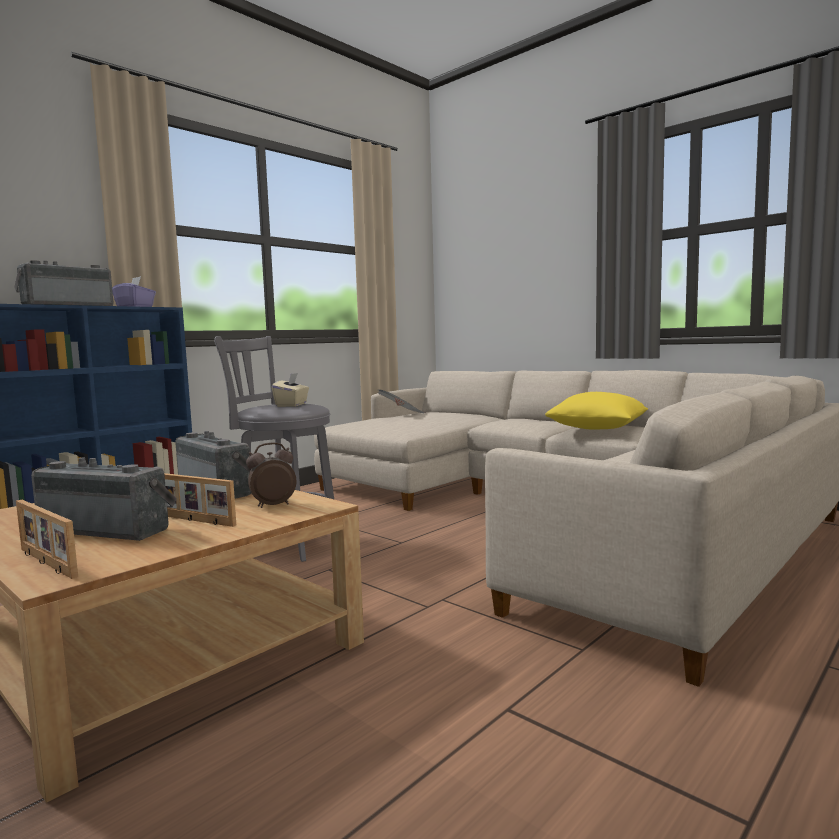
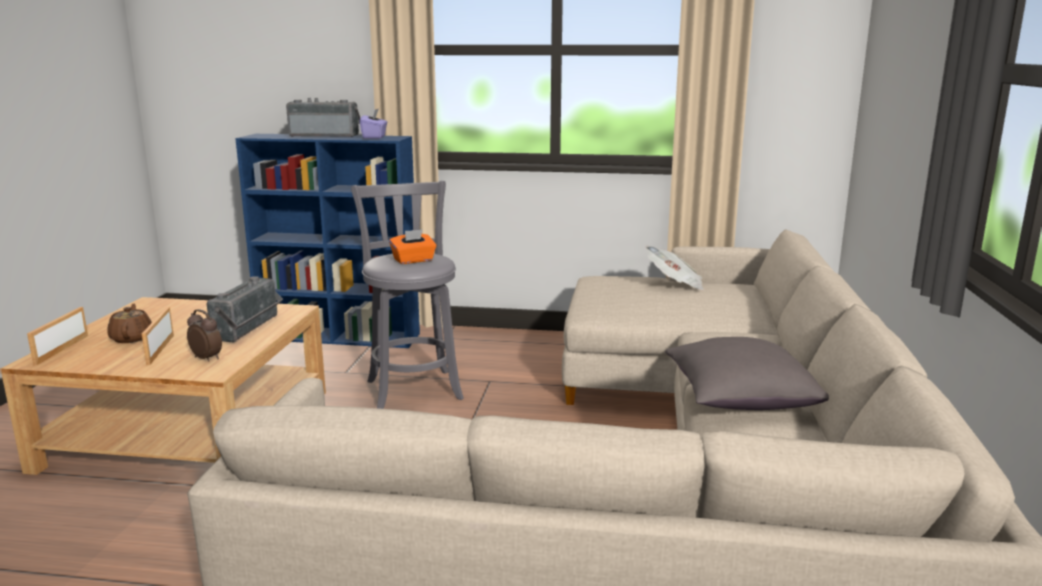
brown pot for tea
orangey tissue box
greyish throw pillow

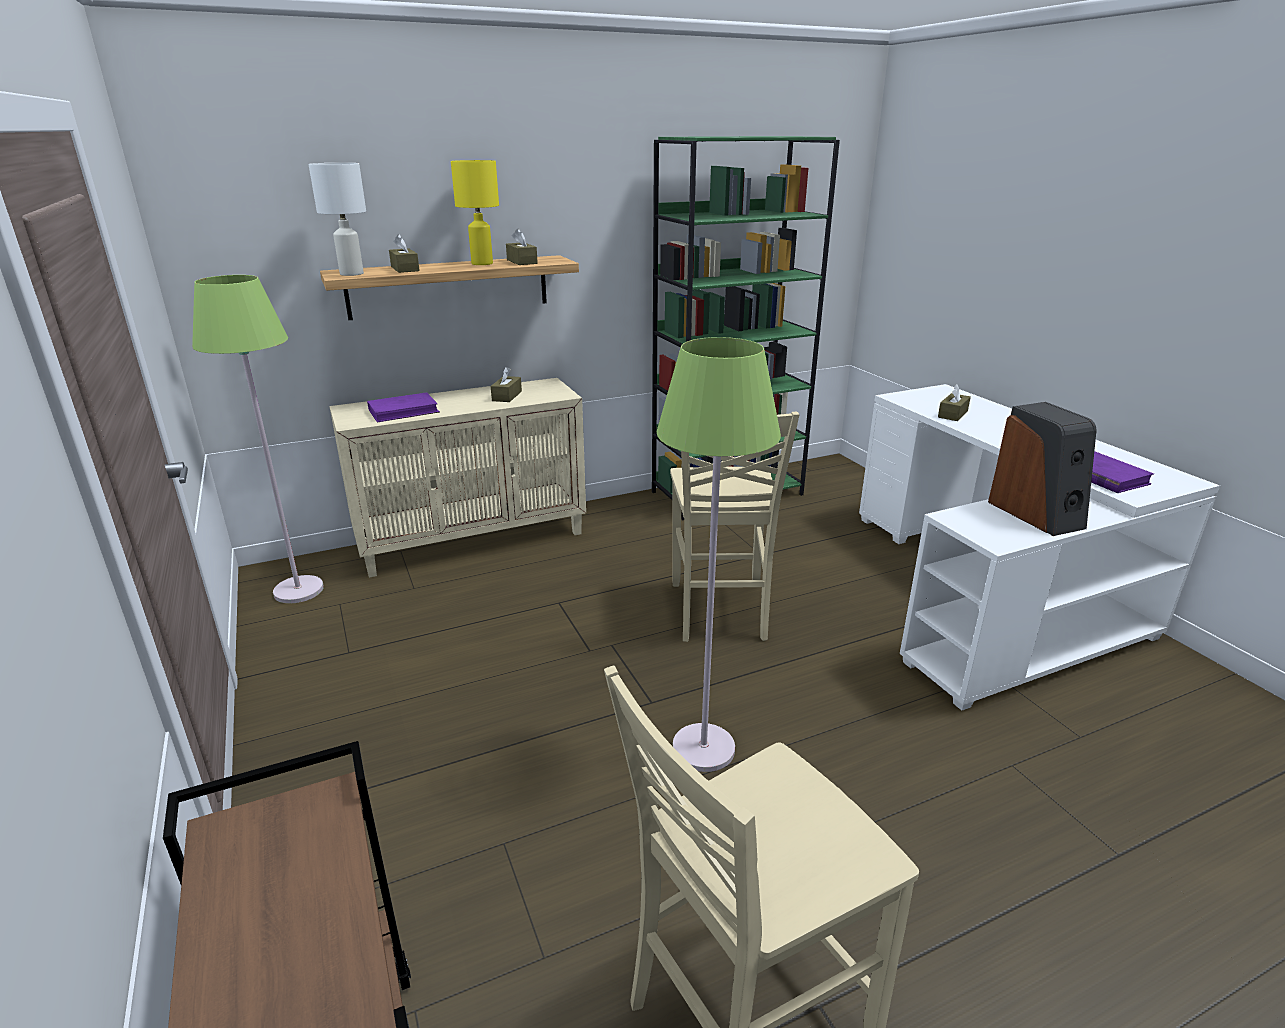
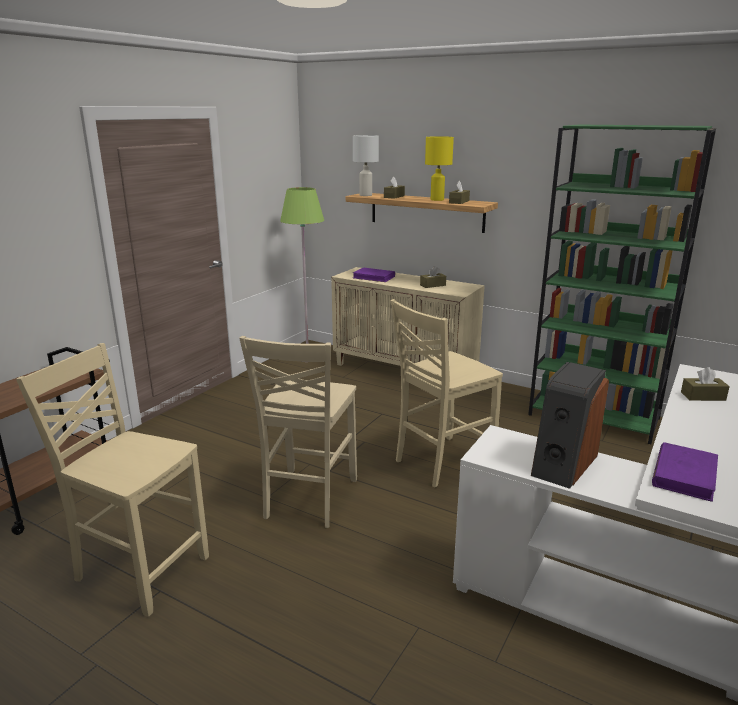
beige-coloured upright chair (2nd from left)

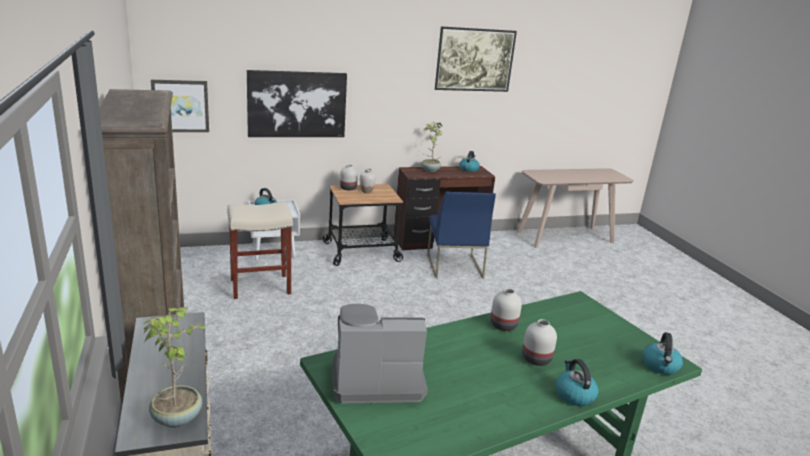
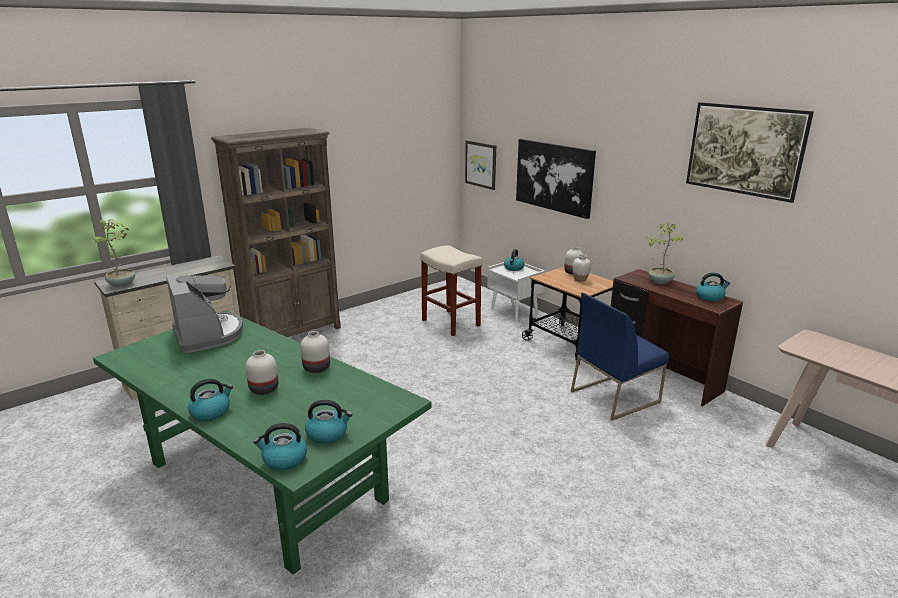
tea kettle (3rd from left)

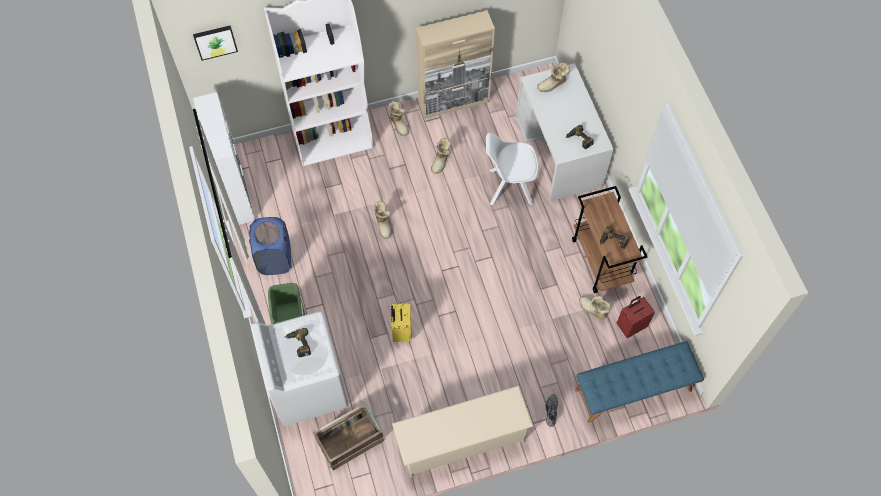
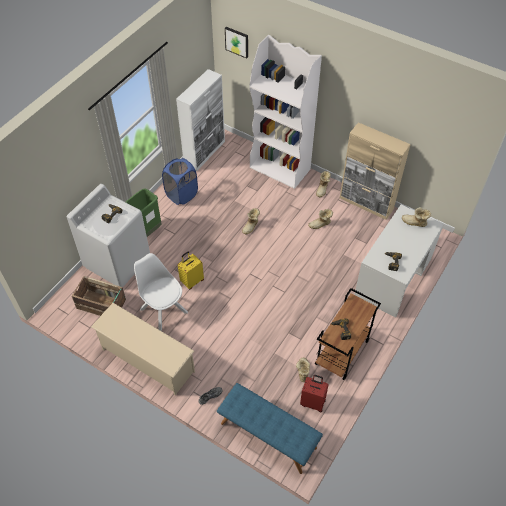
white-coloured upright chair

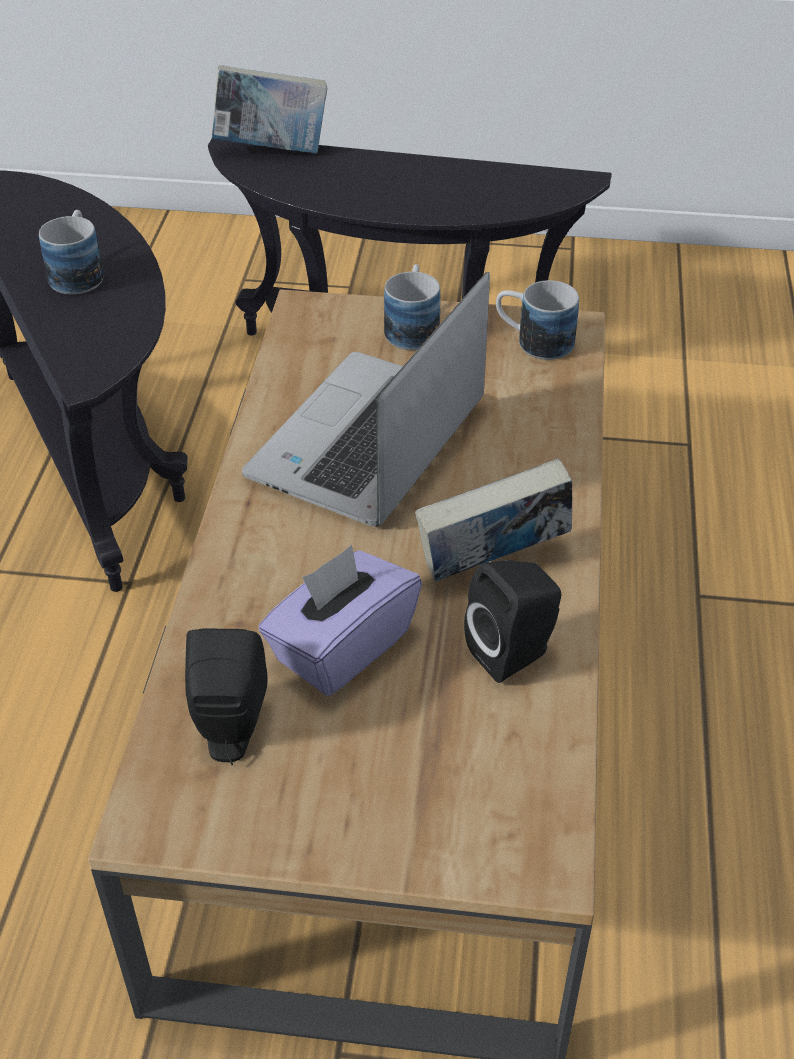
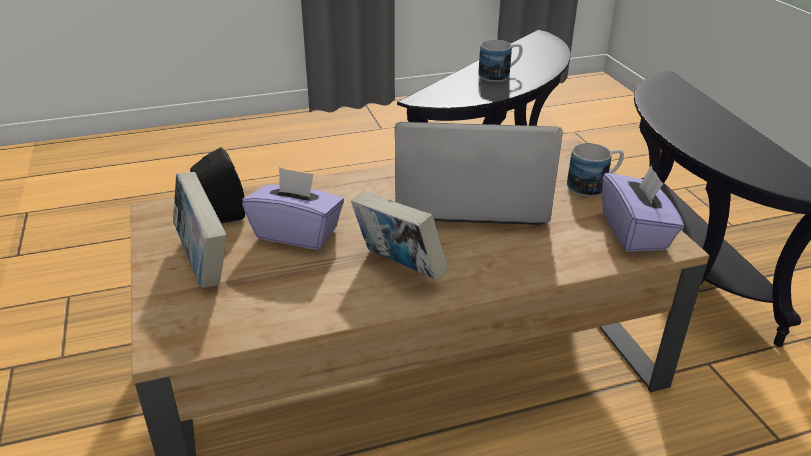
bound book (1st from left)
blackish loudspeaker (2nd from left in the first image)
purple tissue box (2nd from left)

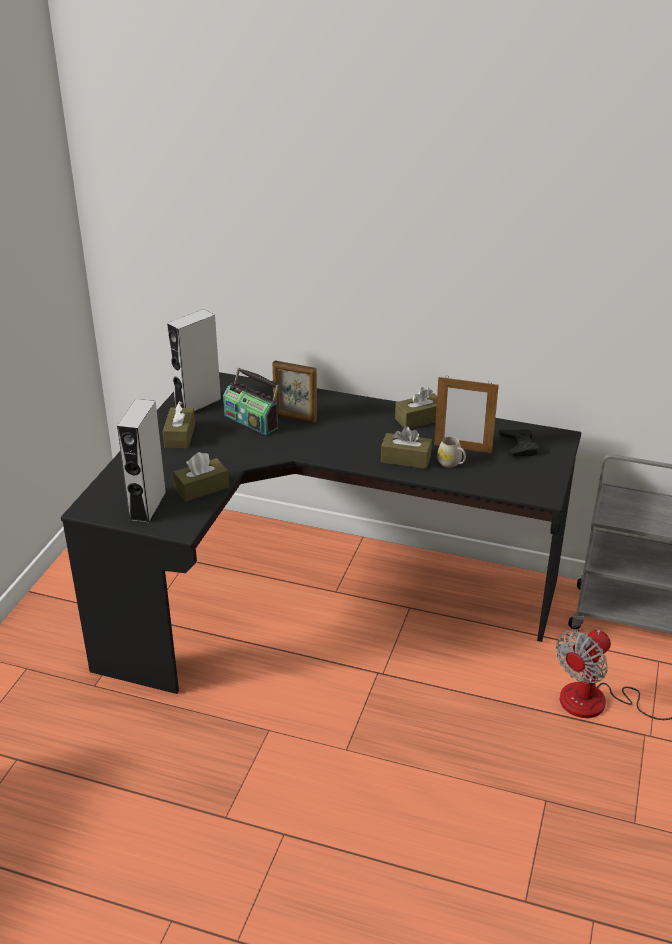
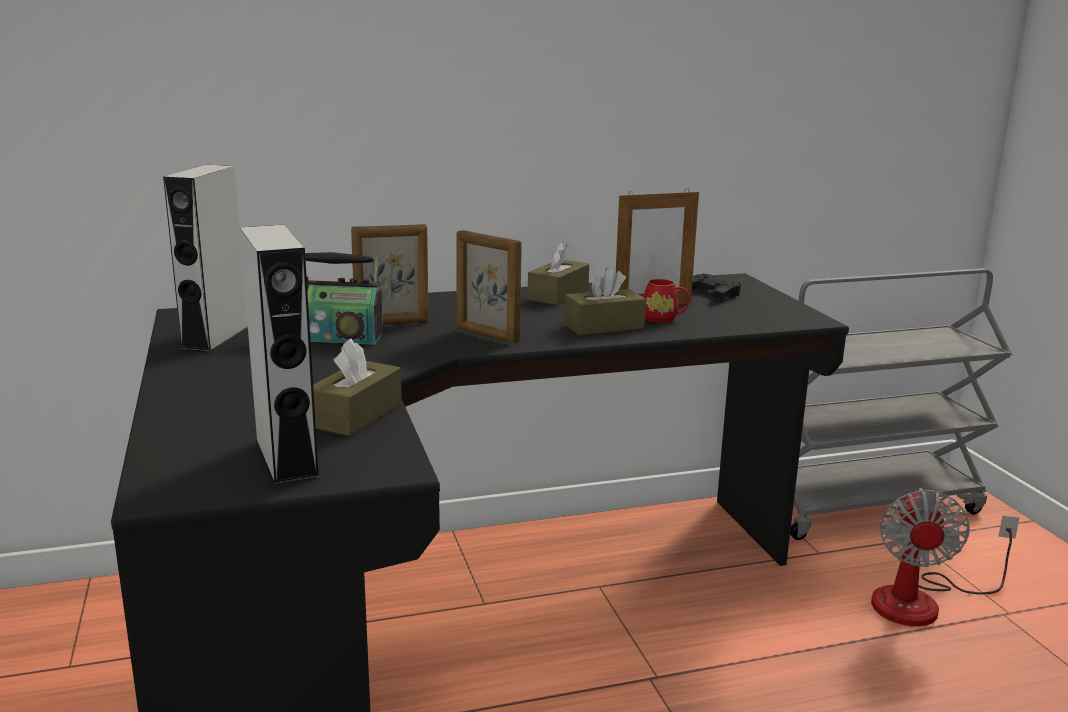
brown tissue box (1st from left in the first image)
red mug
picture frame (2nd from left)

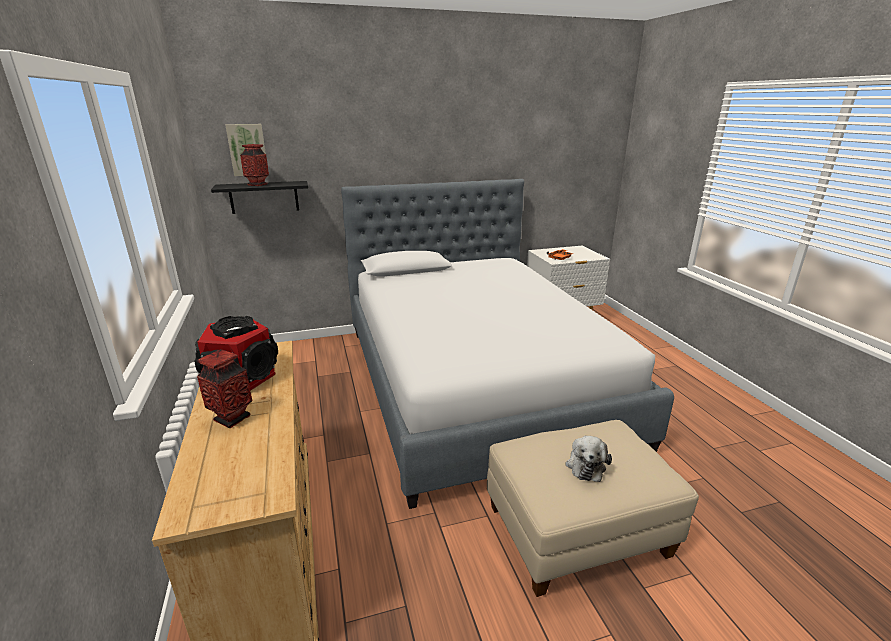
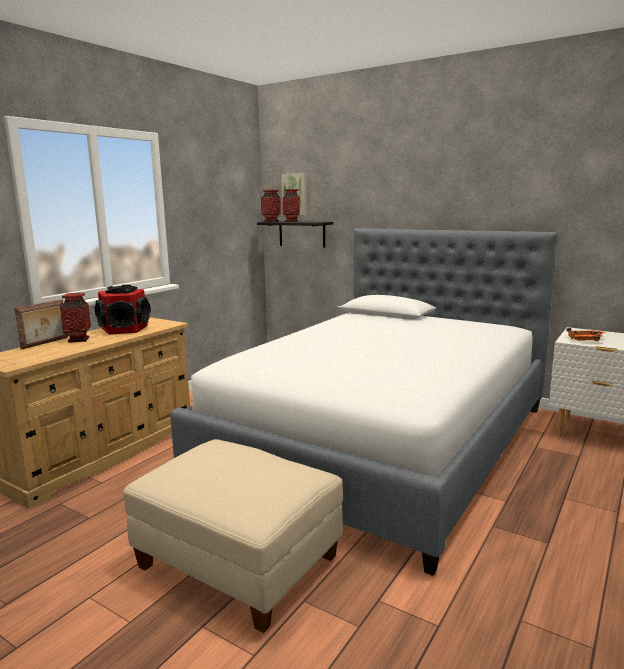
soft toy
picture frame
flower vase (2nd from left)

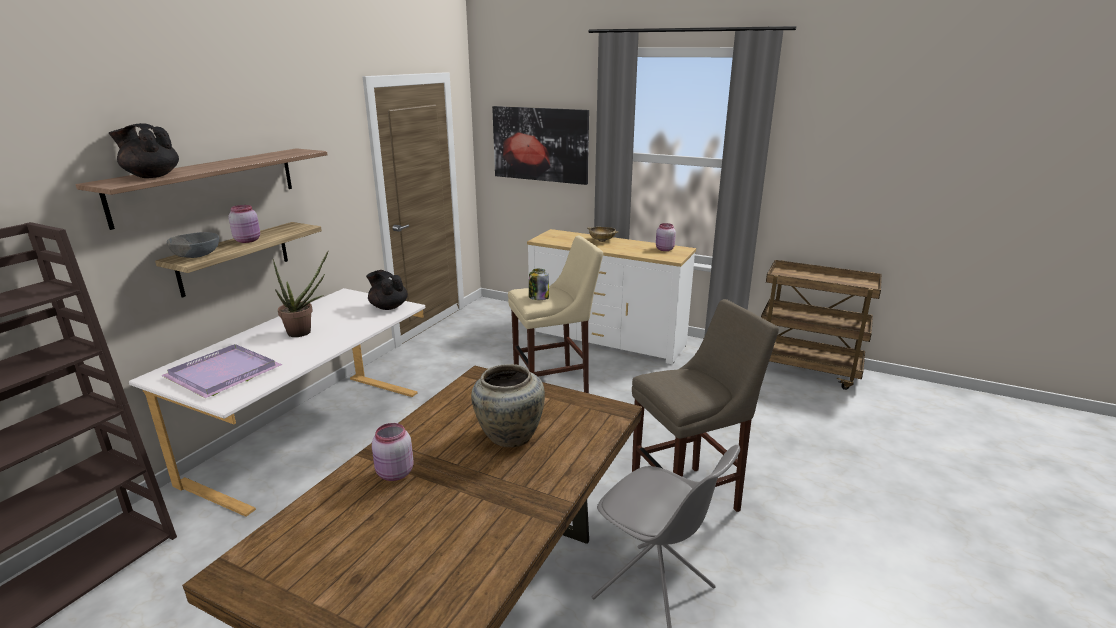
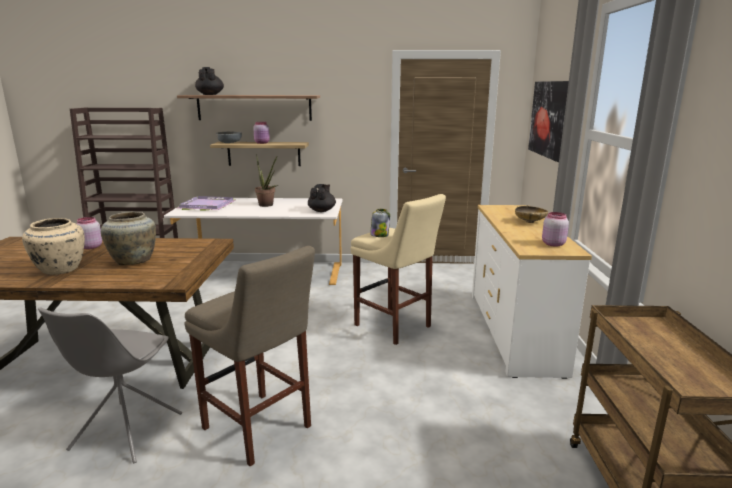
beige-coloured flower vase (1st from left)

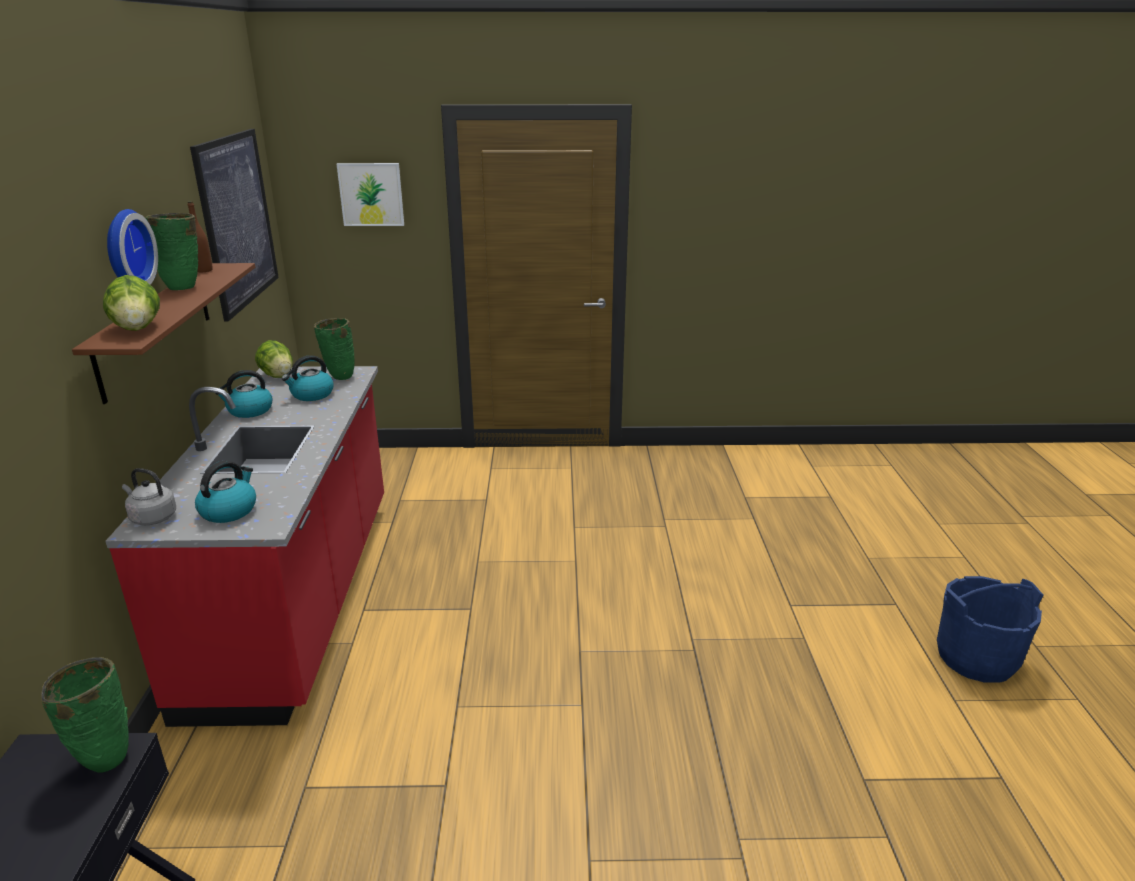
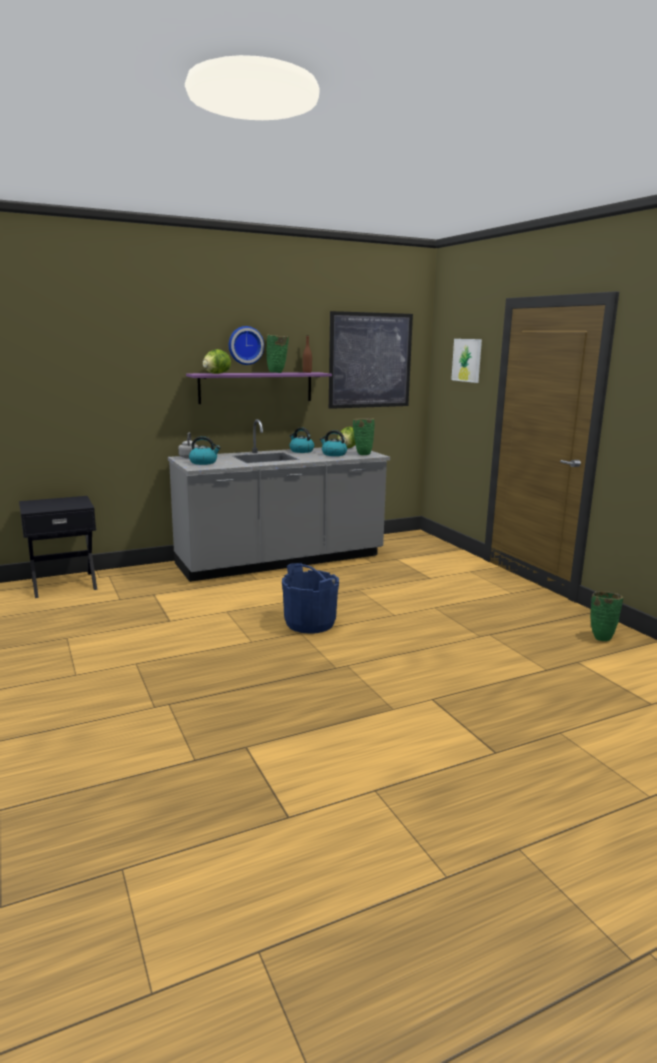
green flower vase (3rd from left)
purple wall shelf
greyish counter
blue-coloured pail

